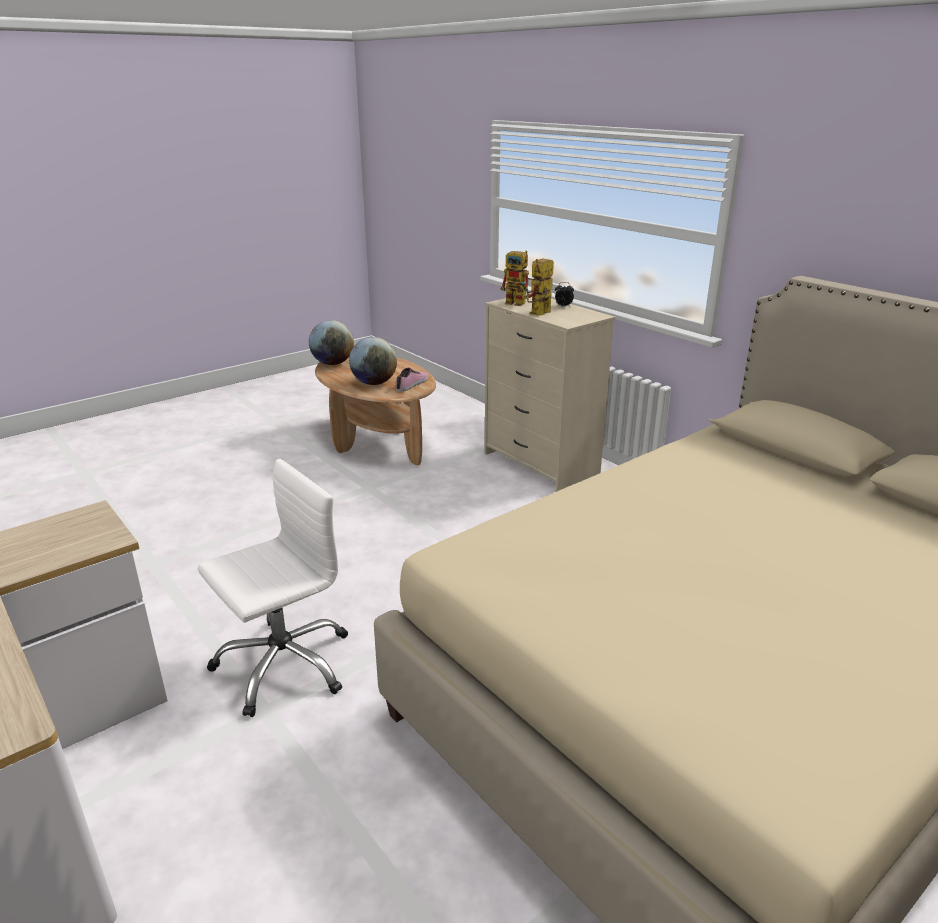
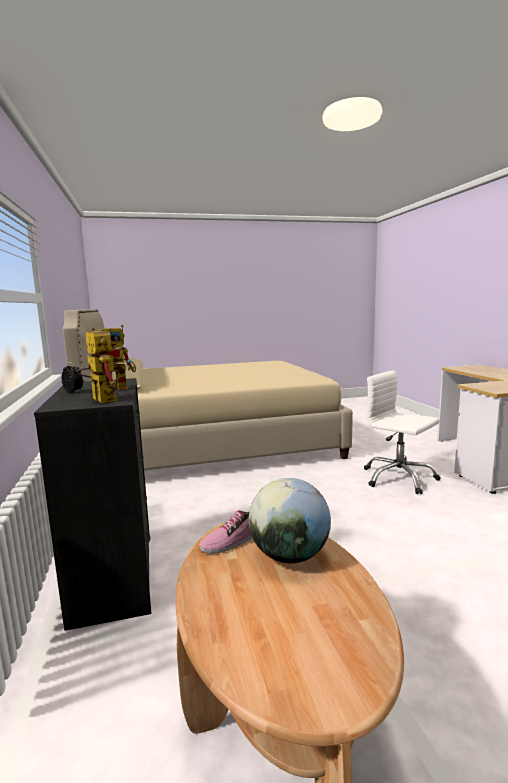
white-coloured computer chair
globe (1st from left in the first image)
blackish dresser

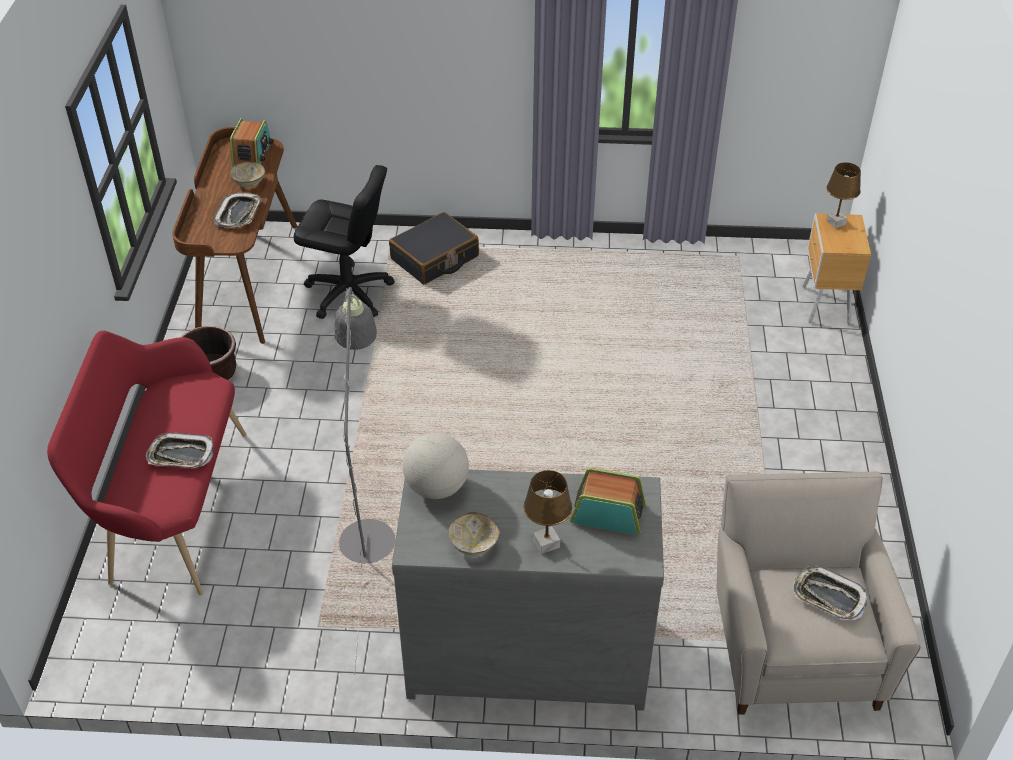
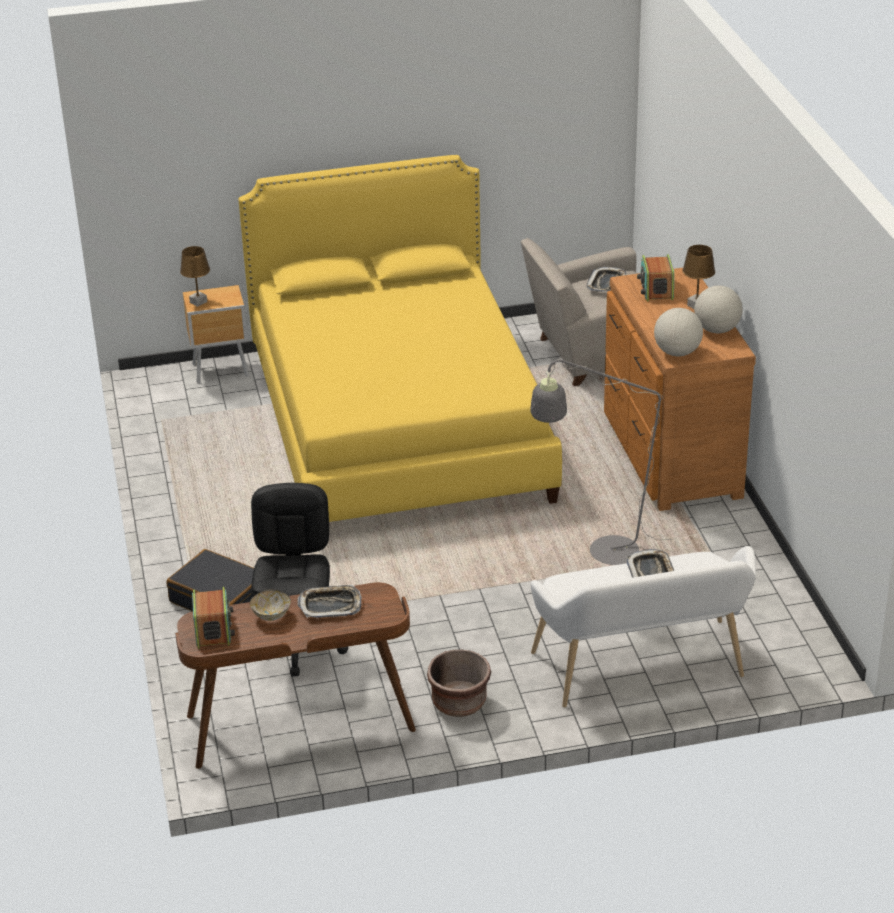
white-coloured bench
radio set (1st from left)
brown dresser
globe (2nd from left)
yellow-coloured bedroom bed

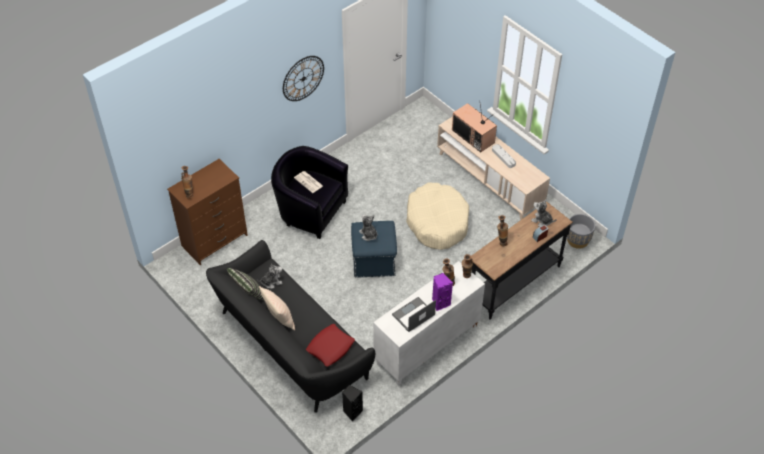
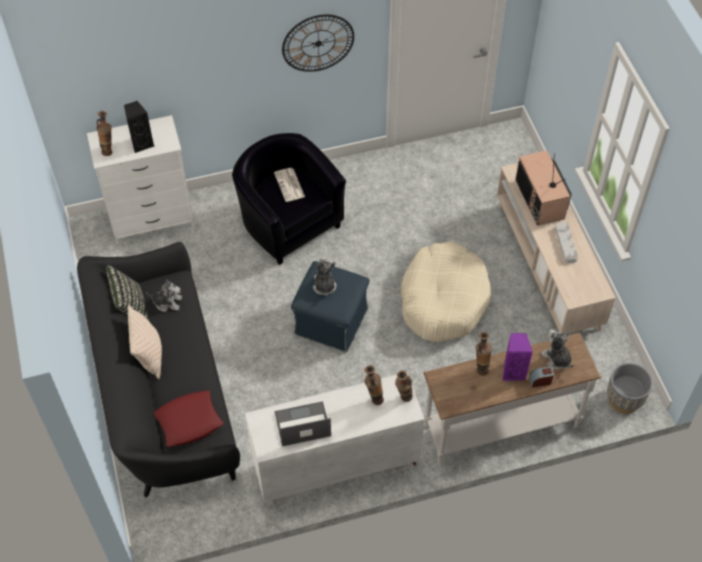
white-coloured dresser
blackish loudspeaker
purple loudspeaker
white-coloured console table

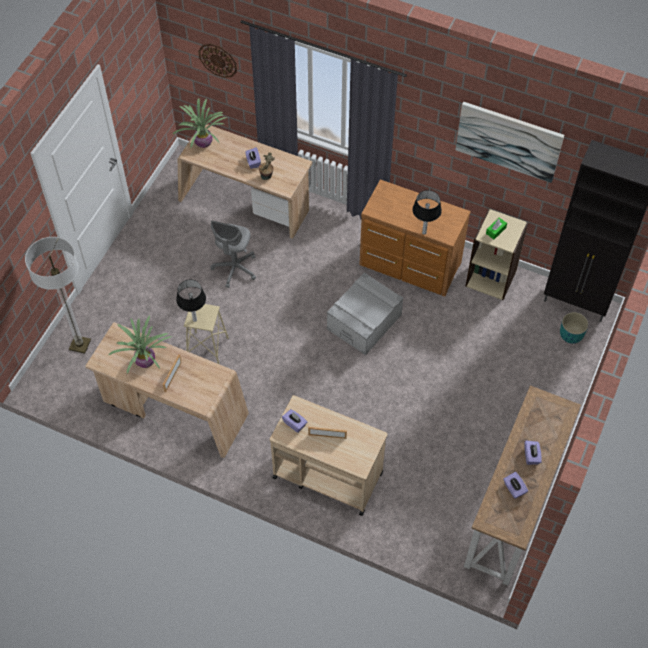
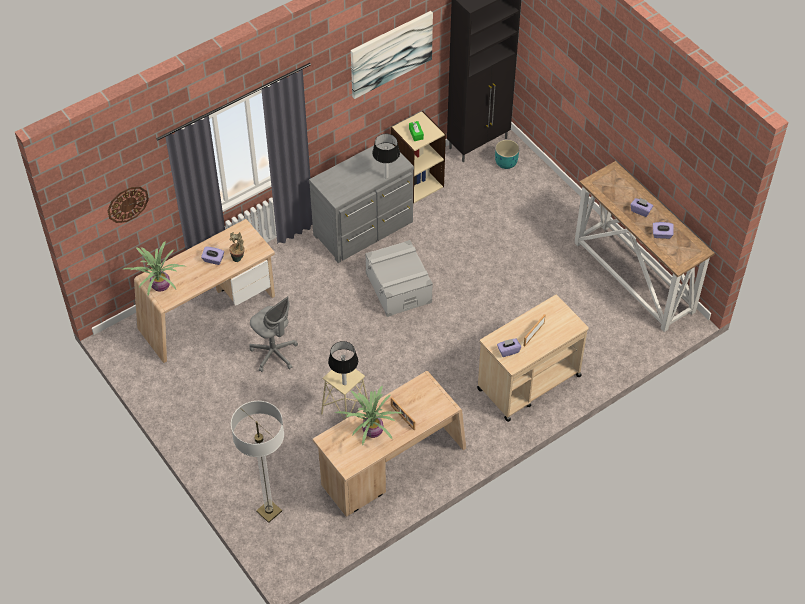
greyish dresser

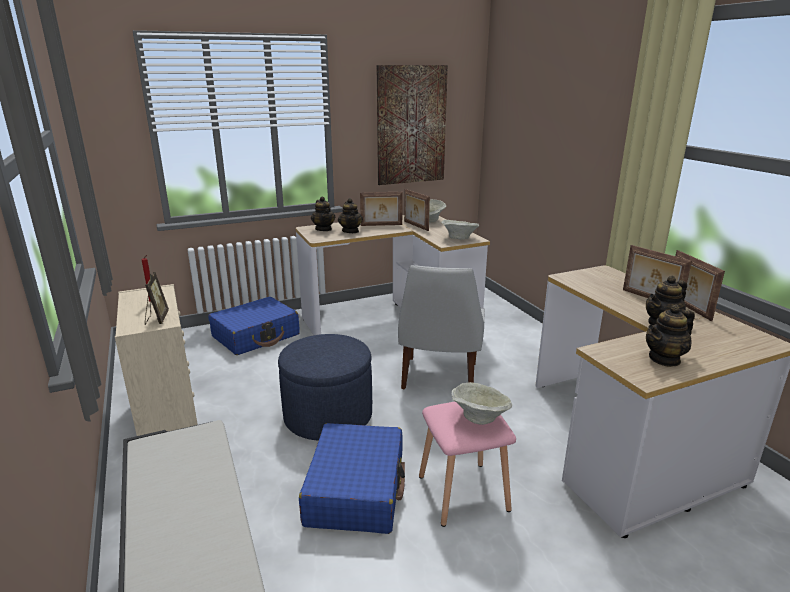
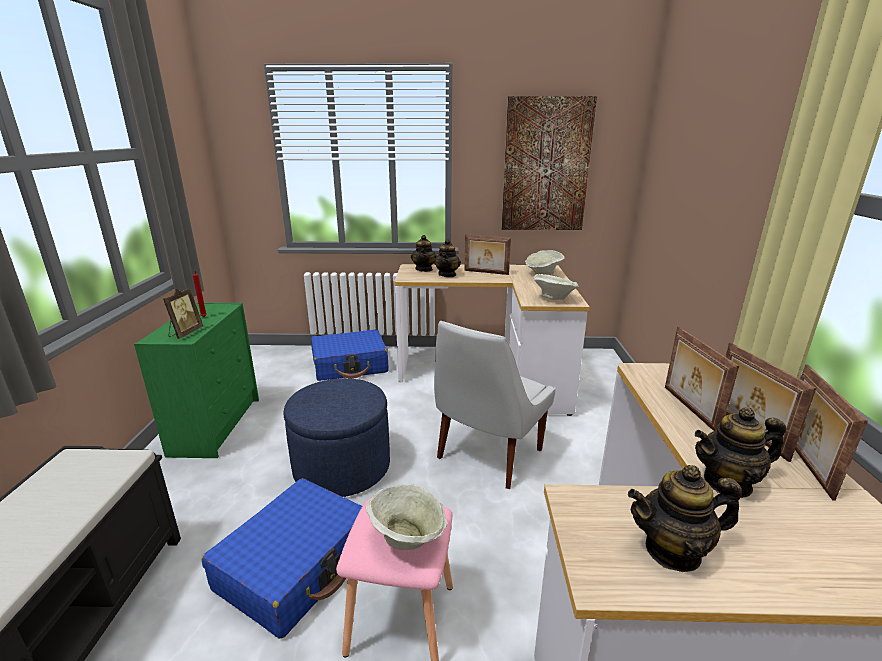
green dresser
picture frame (3rd from left)

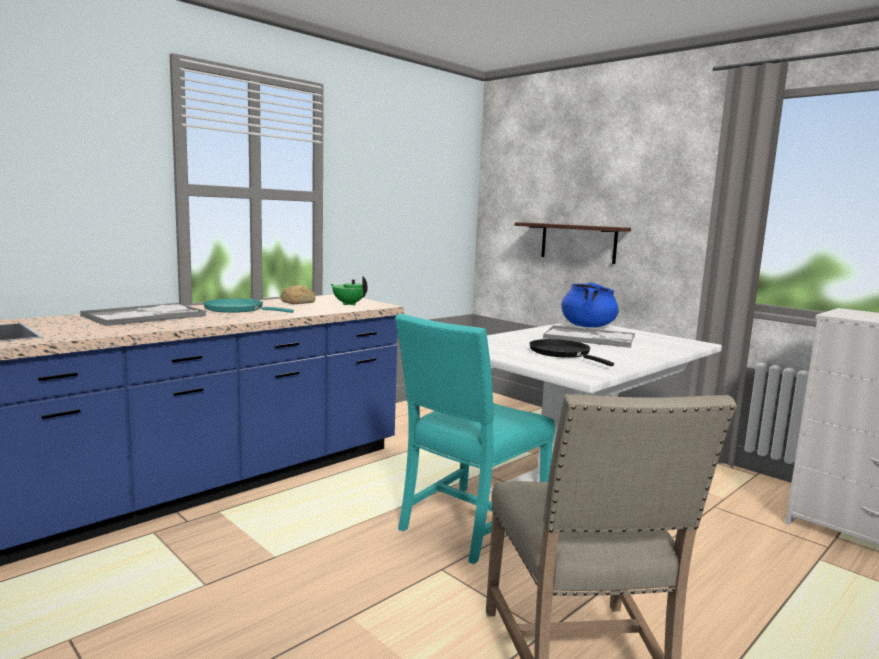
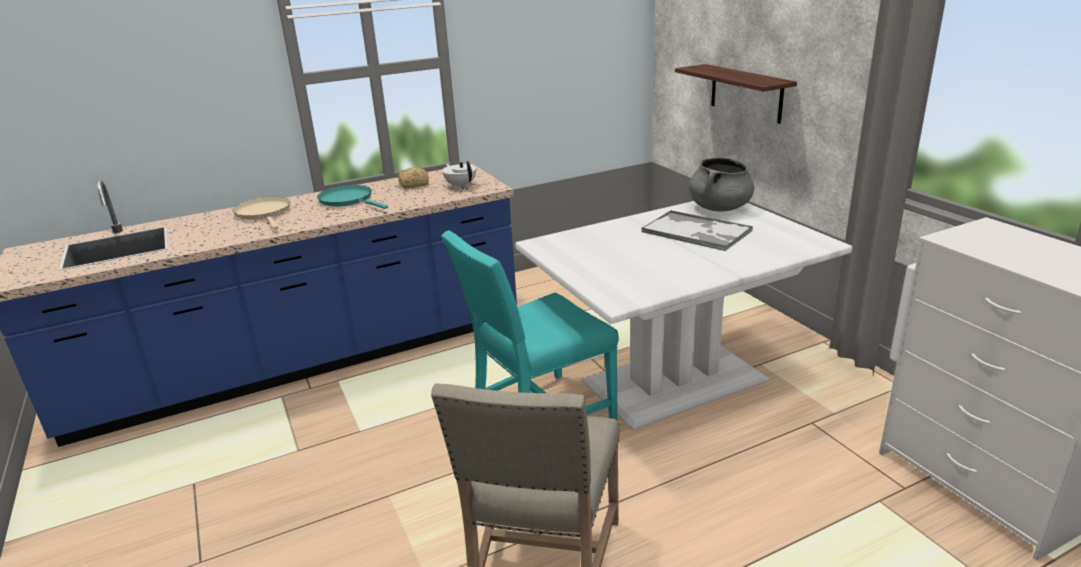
beige-coloured pan
white-coloured pot for tea
blackish pan
greyish cooking pot

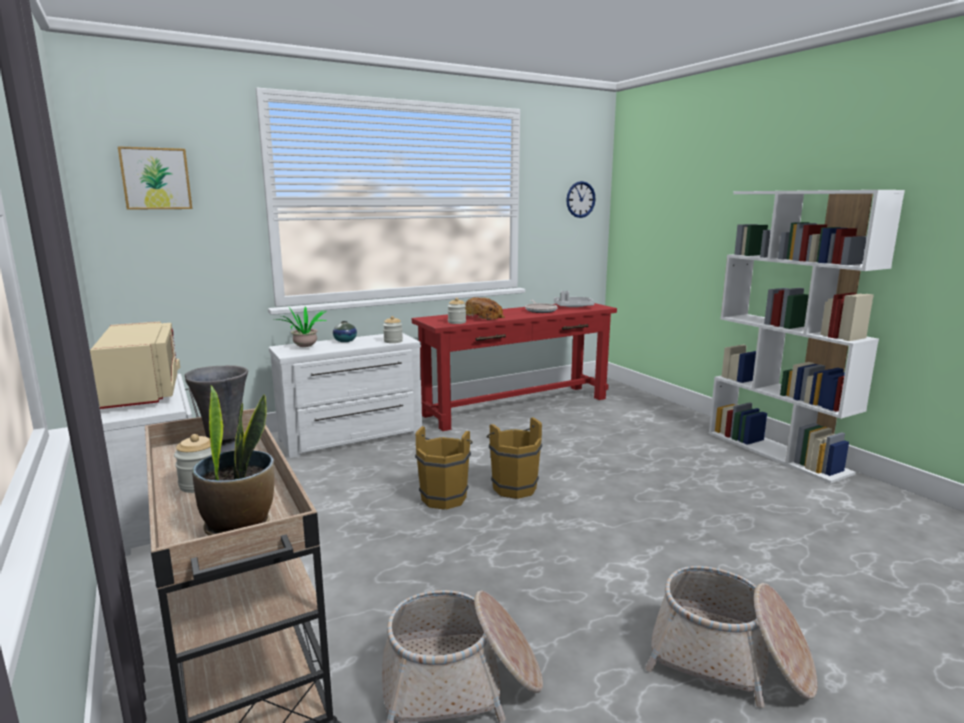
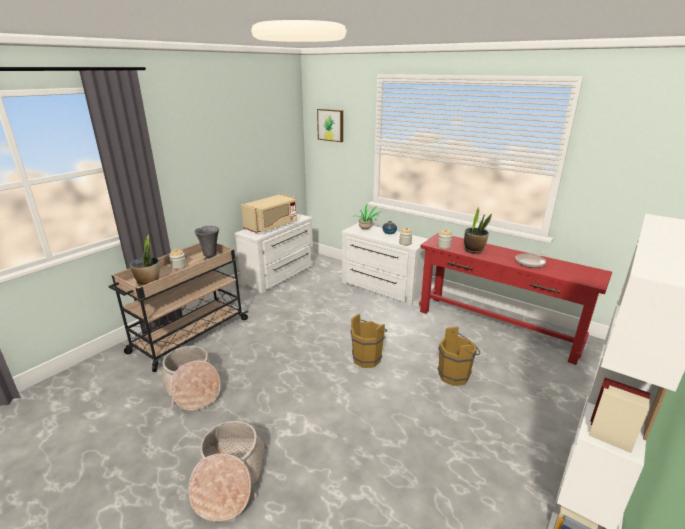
brown pail (2nd from left)
houseplant (3rd from left)
greyish tray
hanging clock

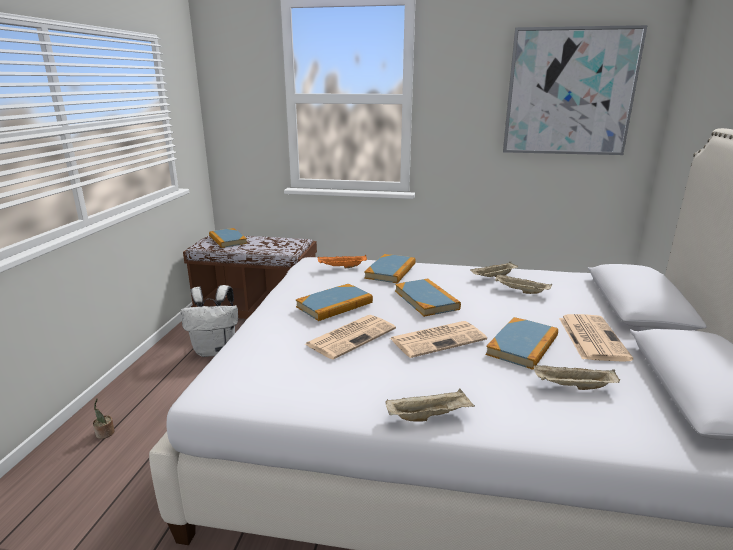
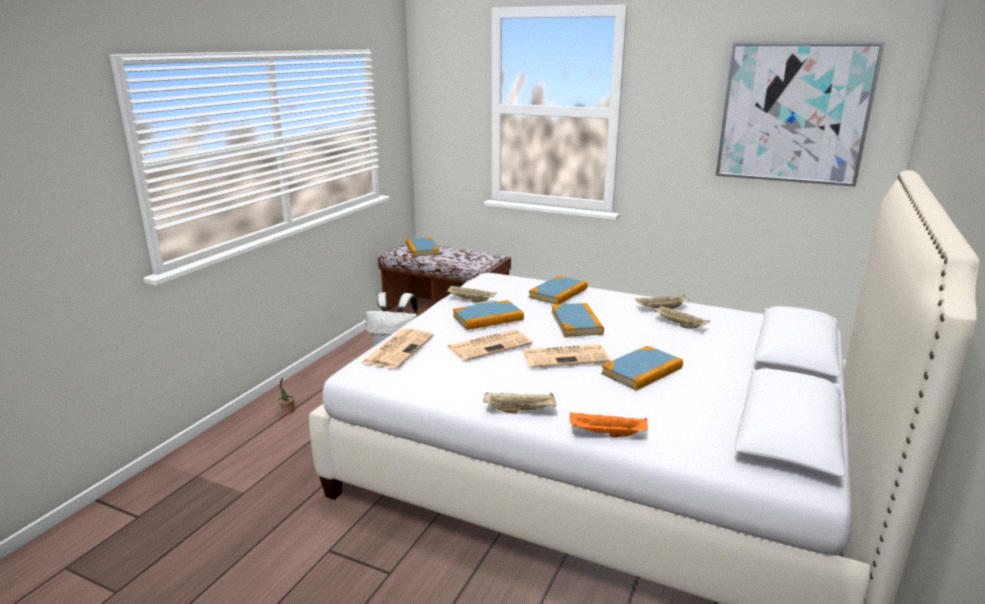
orangey tray
beige-coloured tray (1st from left)
daily paper (1st from left)

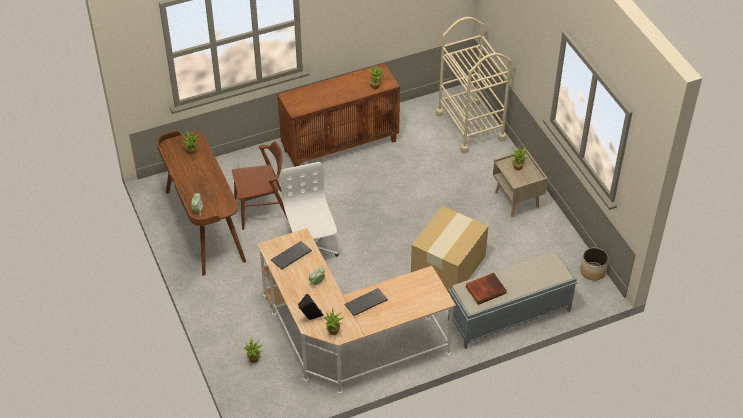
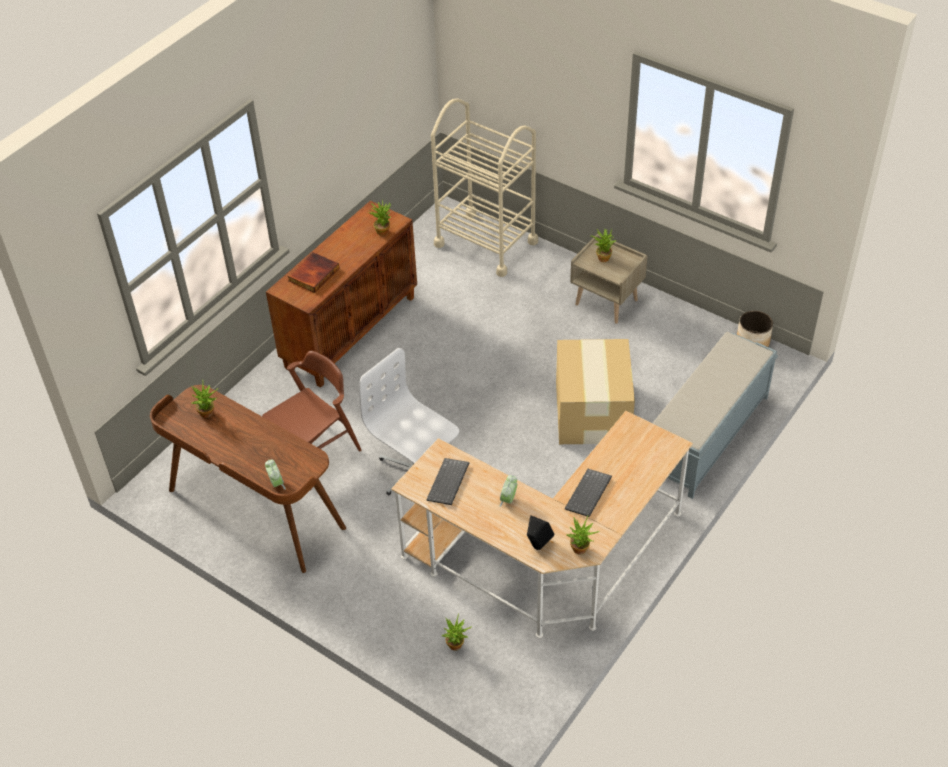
bound book

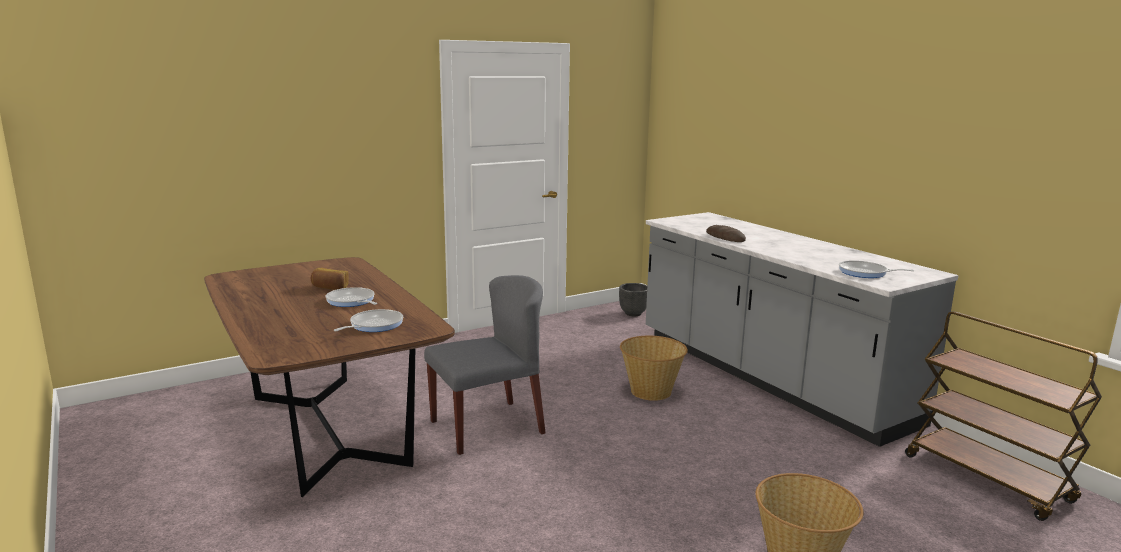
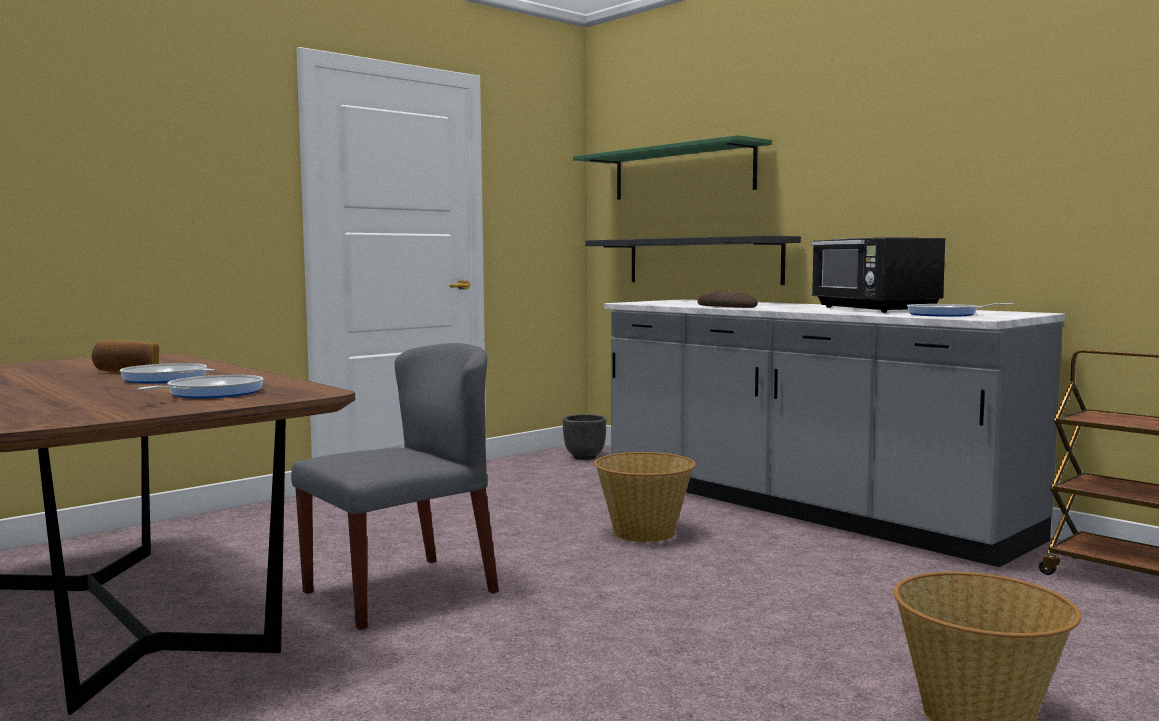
green wall shelf
blackish wall shelf
blackish kitchen microwave

